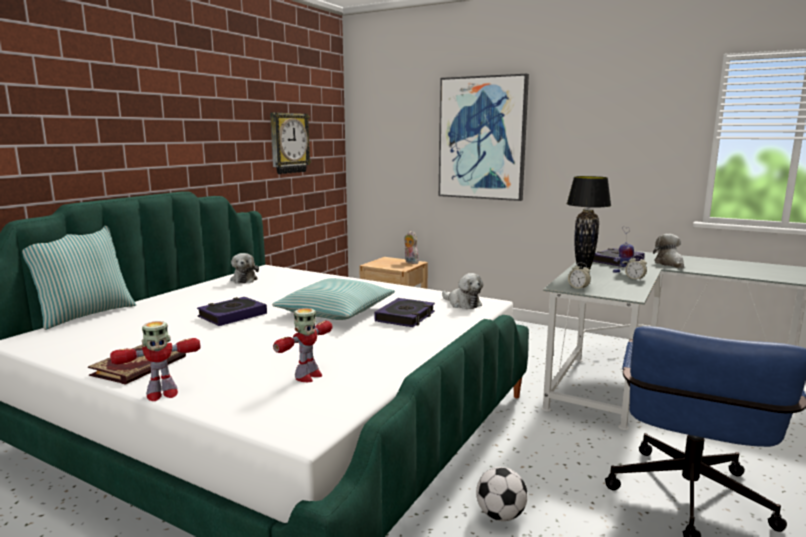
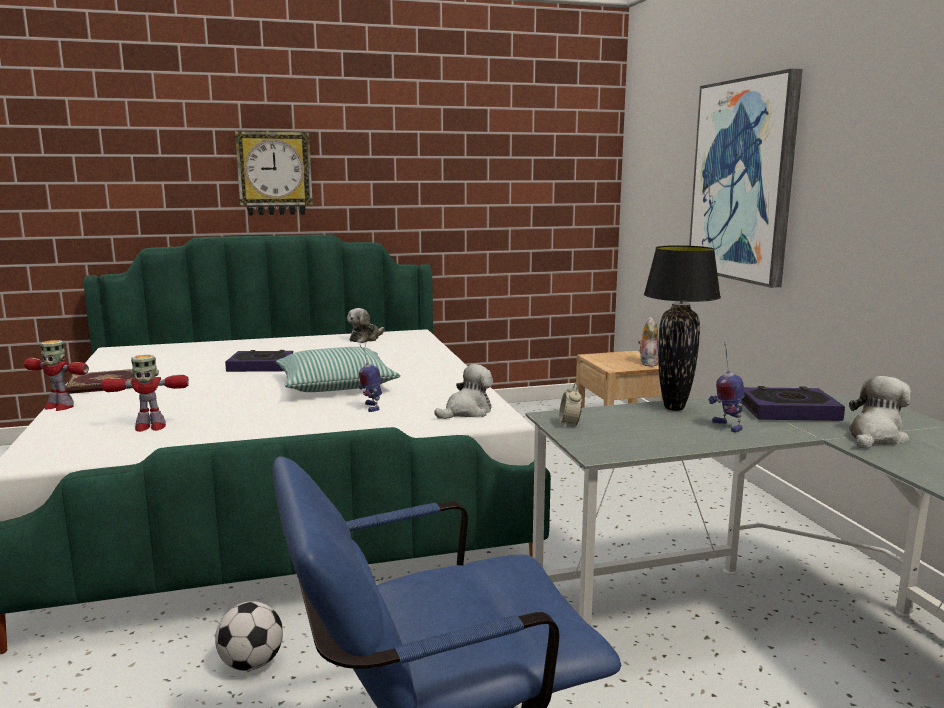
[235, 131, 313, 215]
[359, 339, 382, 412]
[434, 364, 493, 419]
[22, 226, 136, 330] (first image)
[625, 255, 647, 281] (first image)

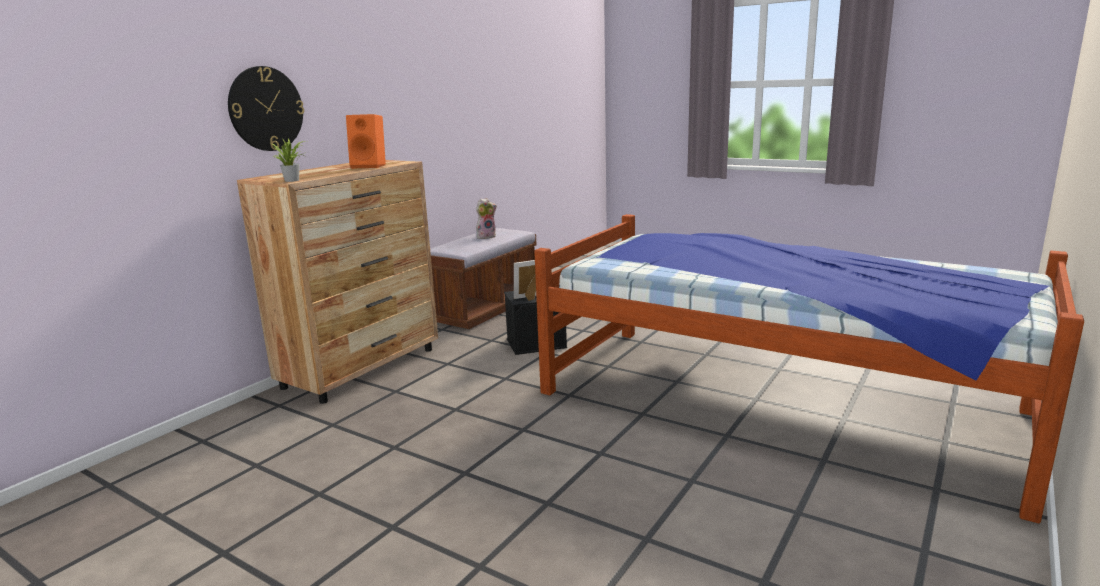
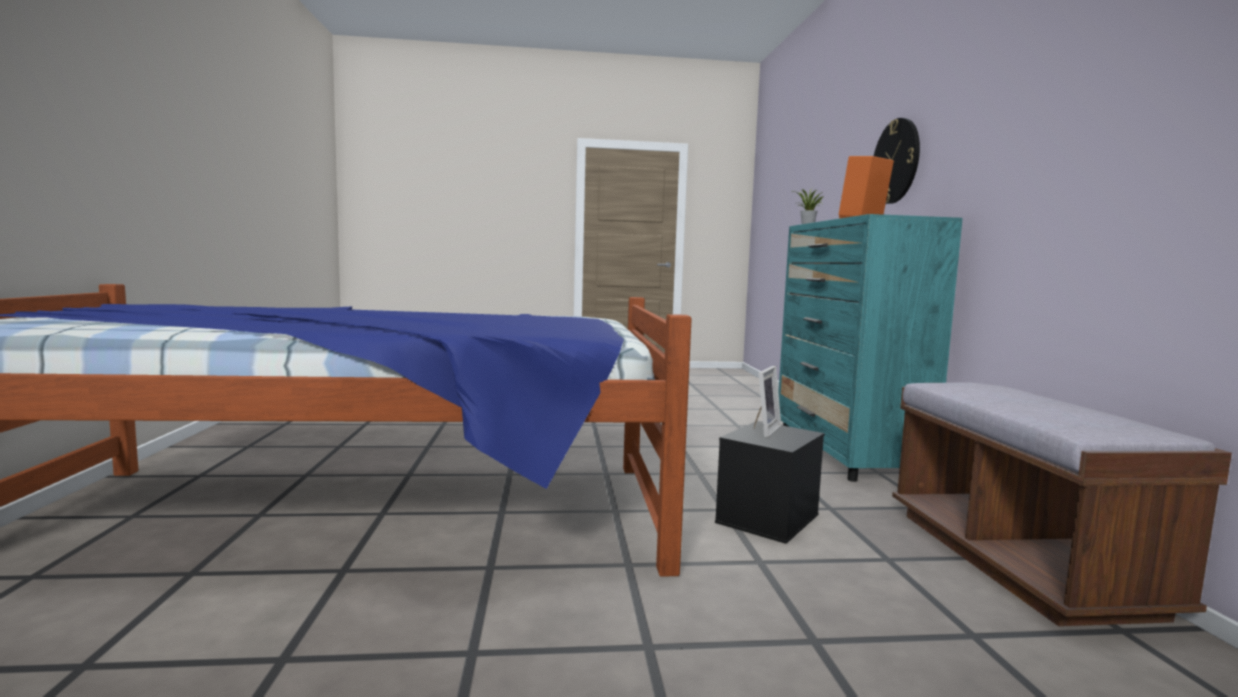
[778, 214, 962, 482]
[476, 198, 497, 239] (first image)

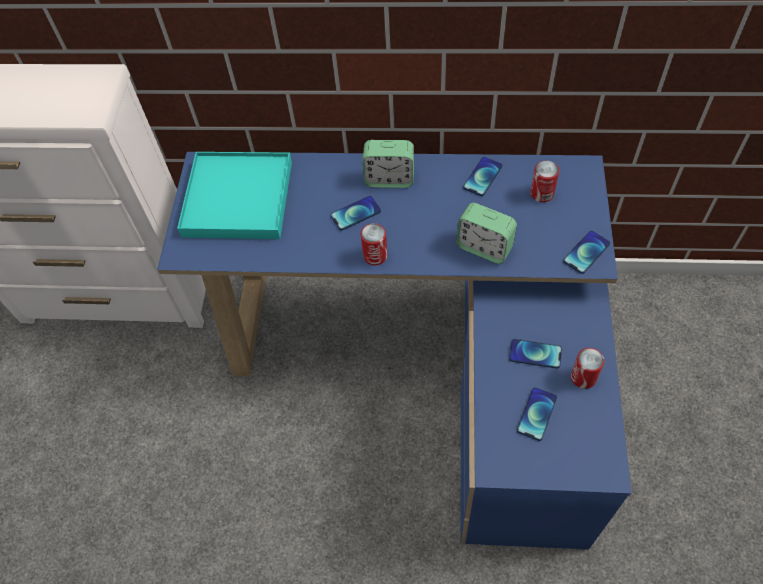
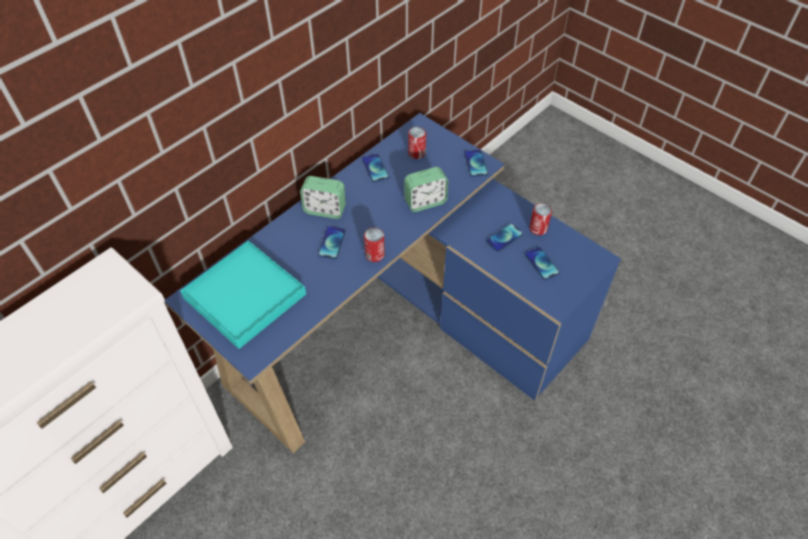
[300, 176, 346, 219]

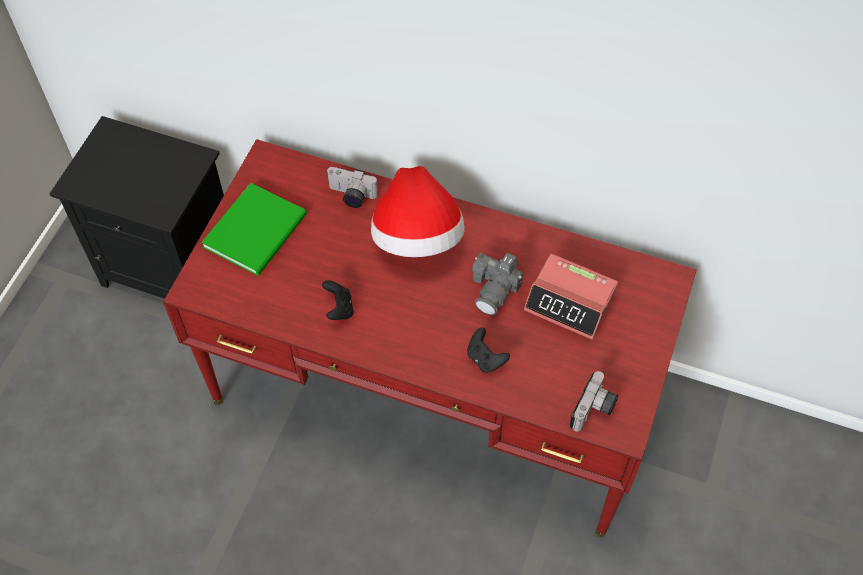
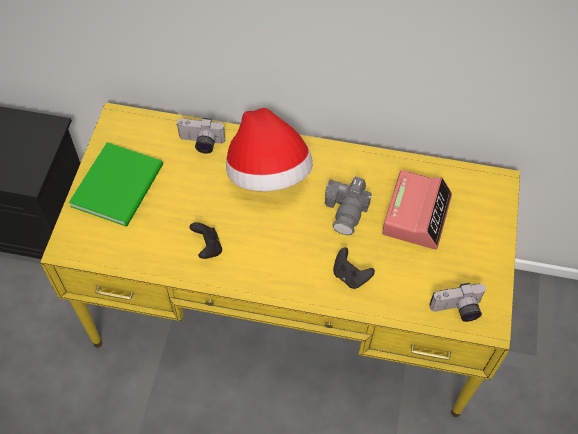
[40, 103, 520, 417]
[382, 170, 452, 249]
[430, 283, 487, 322]

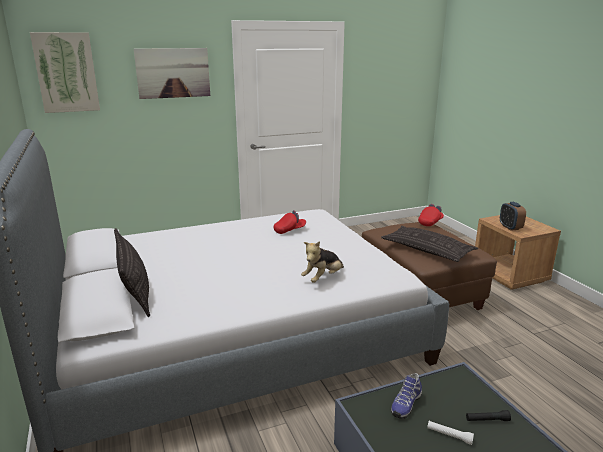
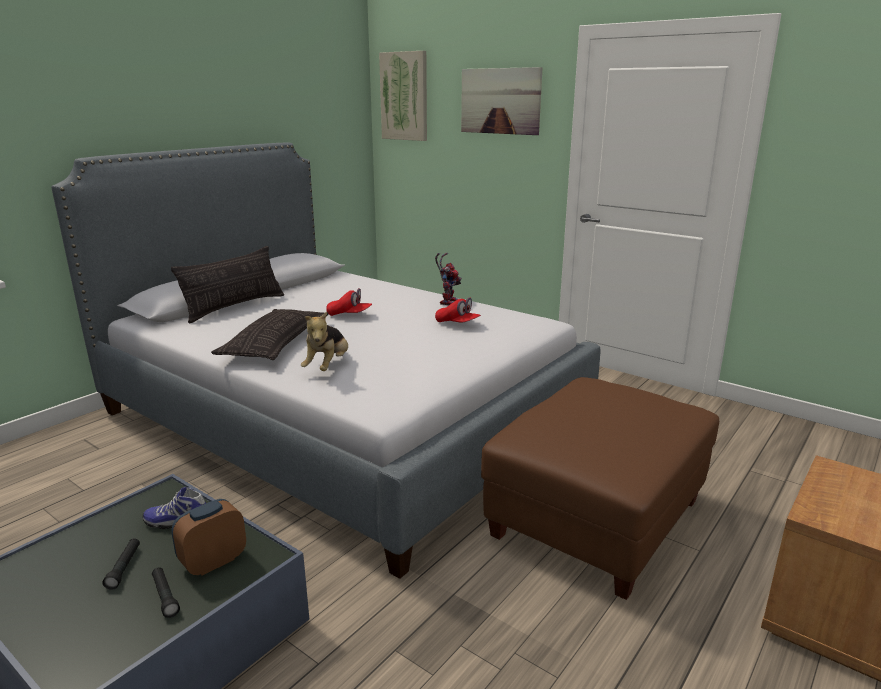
[102, 538, 140, 590]
[171, 499, 246, 575]
[211, 309, 328, 360]
[301, 312, 348, 371]
[326, 288, 372, 316]
[435, 253, 461, 305]

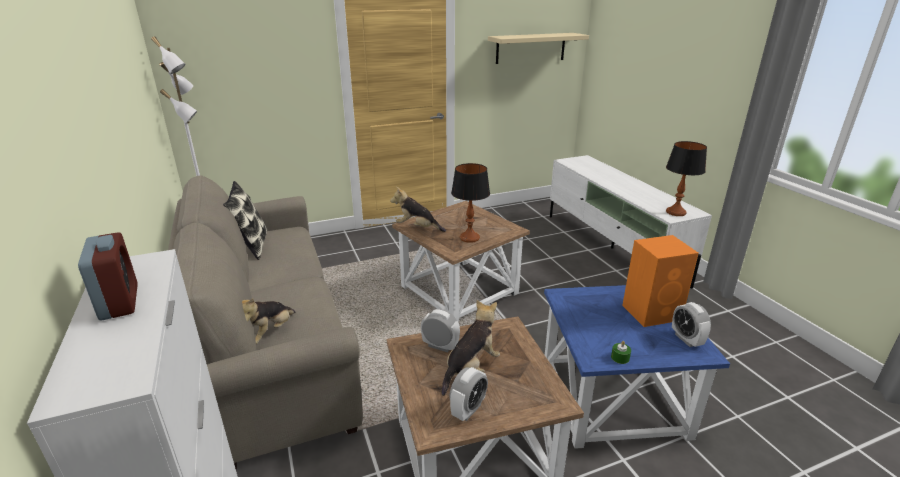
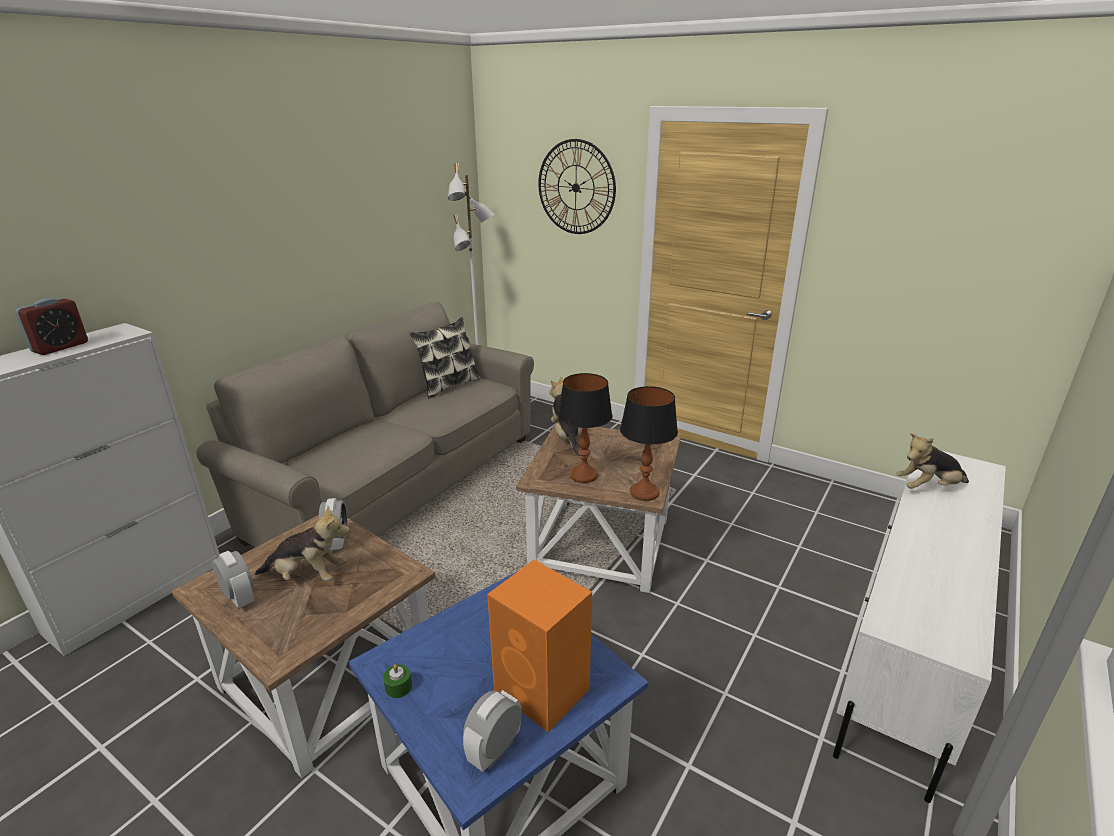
[212, 551, 254, 609]
[538, 139, 616, 234]
[620, 386, 678, 501]
[896, 433, 969, 489]
[488, 33, 589, 64] (first image)

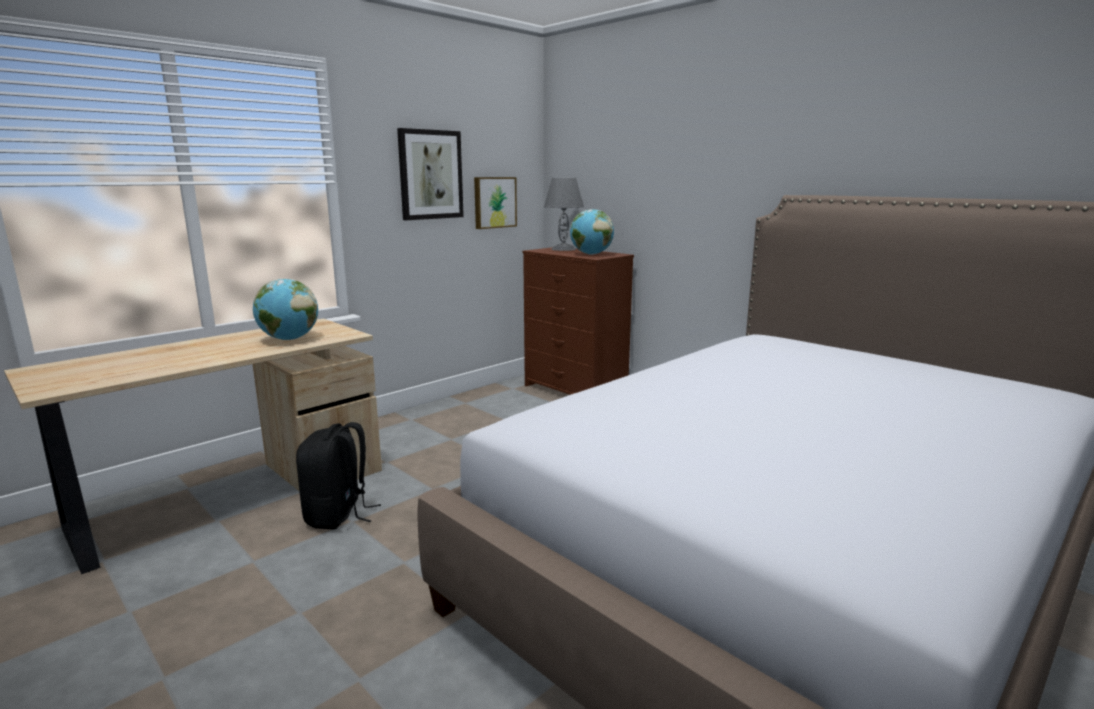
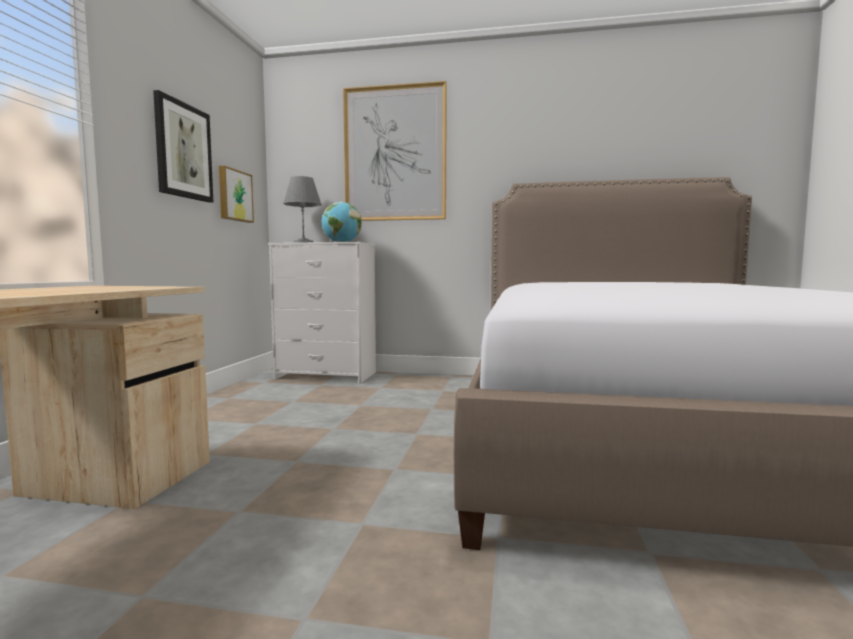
[268, 242, 376, 383]
[343, 81, 447, 221]
[253, 279, 318, 340] (first image)
[296, 422, 381, 529] (first image)

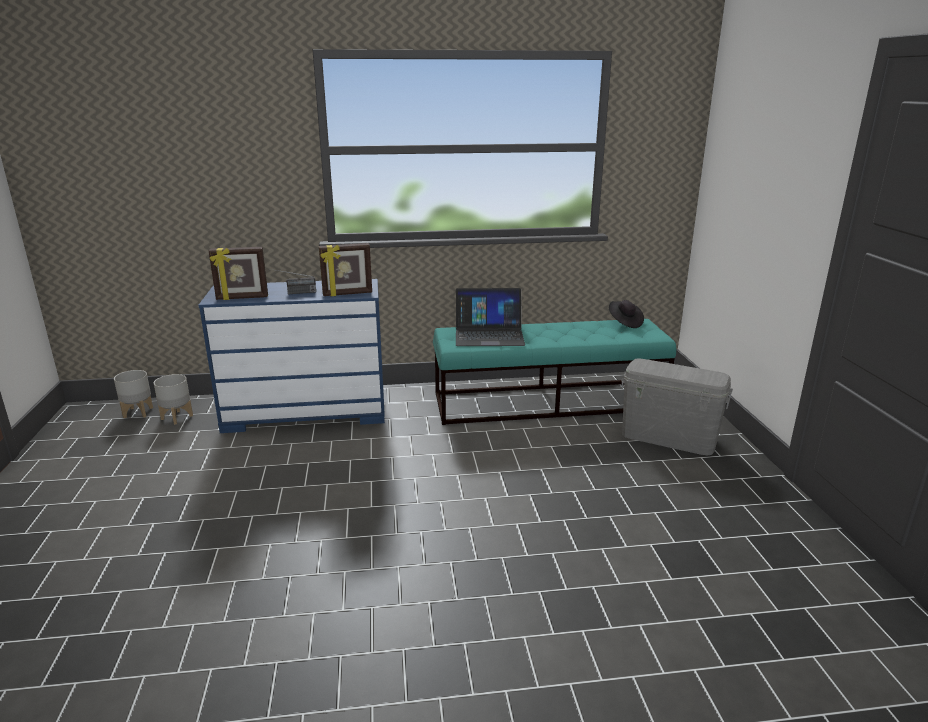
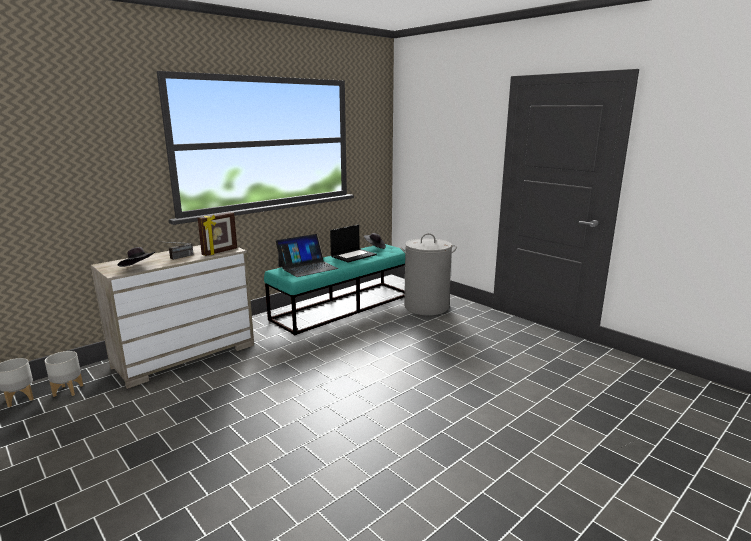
[91, 245, 254, 389]
[117, 247, 155, 267]
[330, 225, 377, 263]
[400, 233, 457, 315]

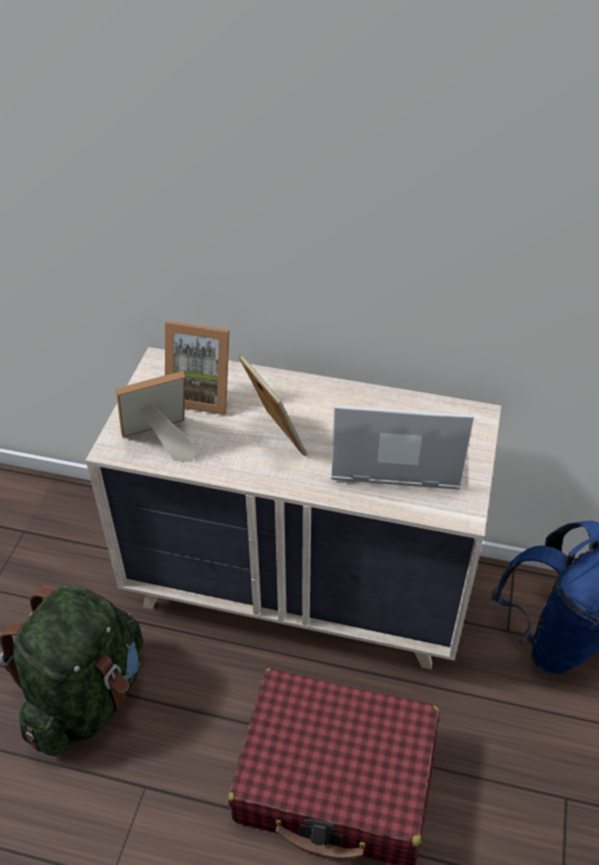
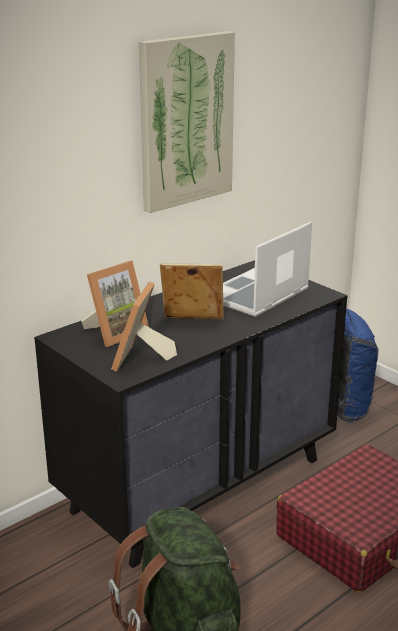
[34, 260, 348, 568]
[139, 31, 235, 213]

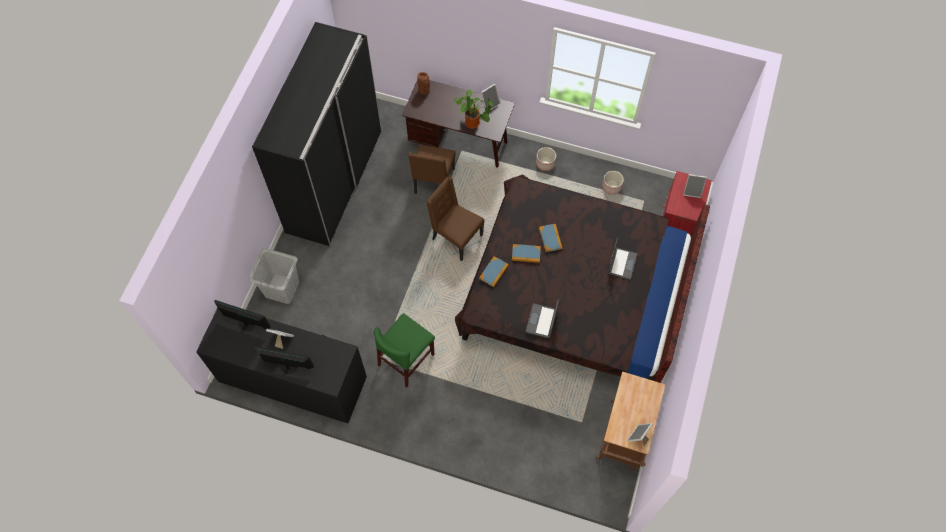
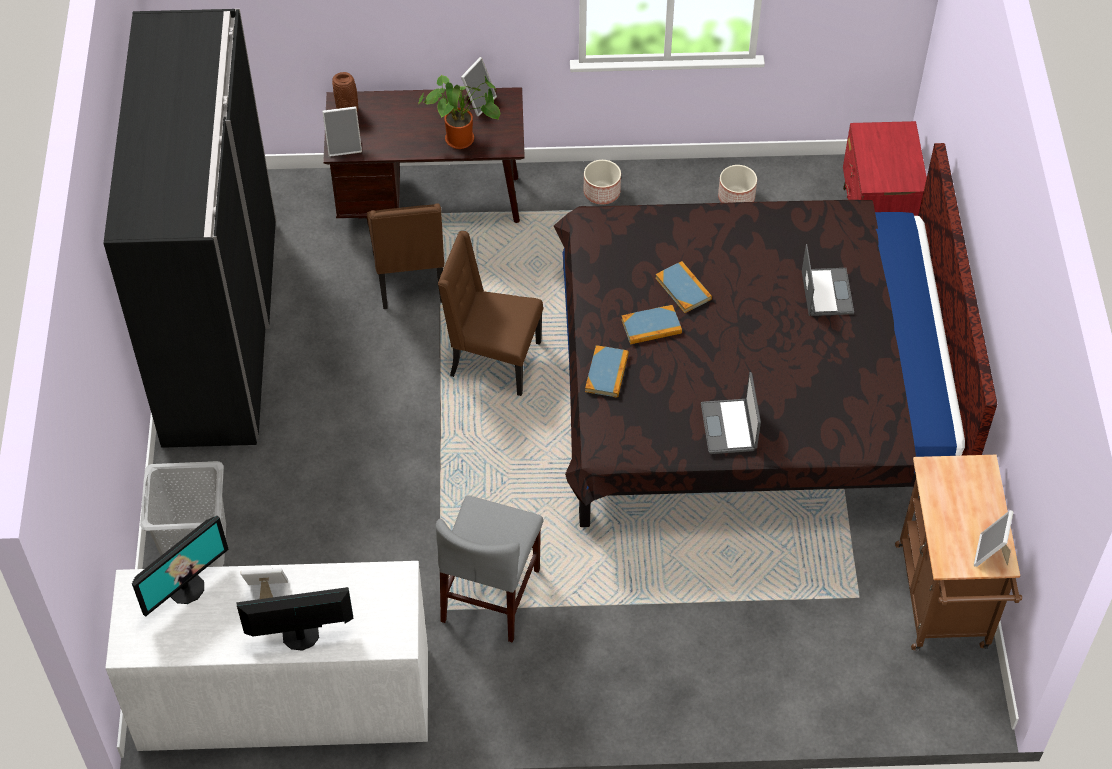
[106, 561, 428, 751]
[132, 516, 229, 617]
[323, 106, 362, 157]
[436, 496, 543, 643]

